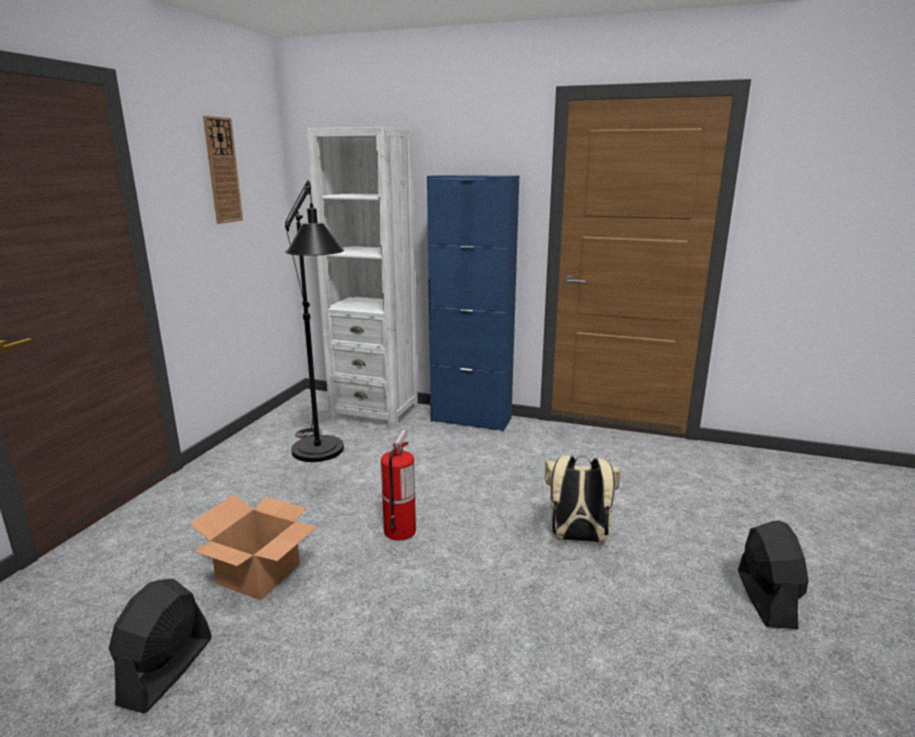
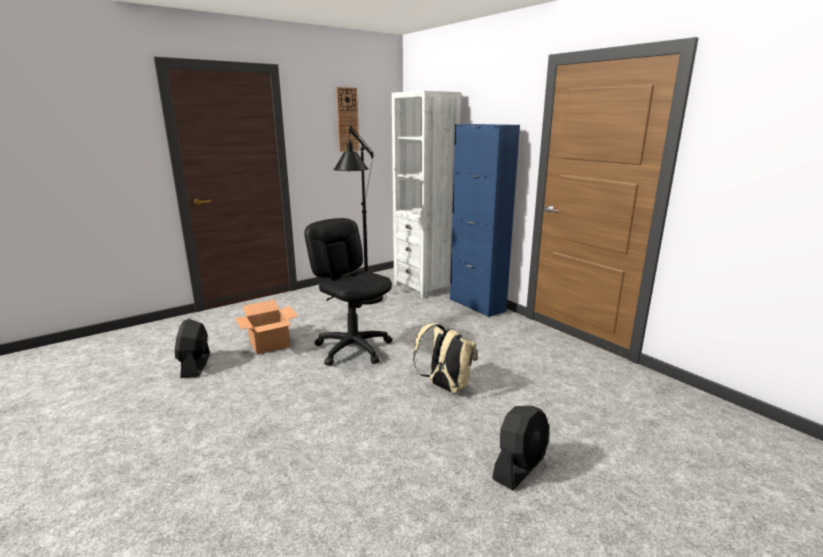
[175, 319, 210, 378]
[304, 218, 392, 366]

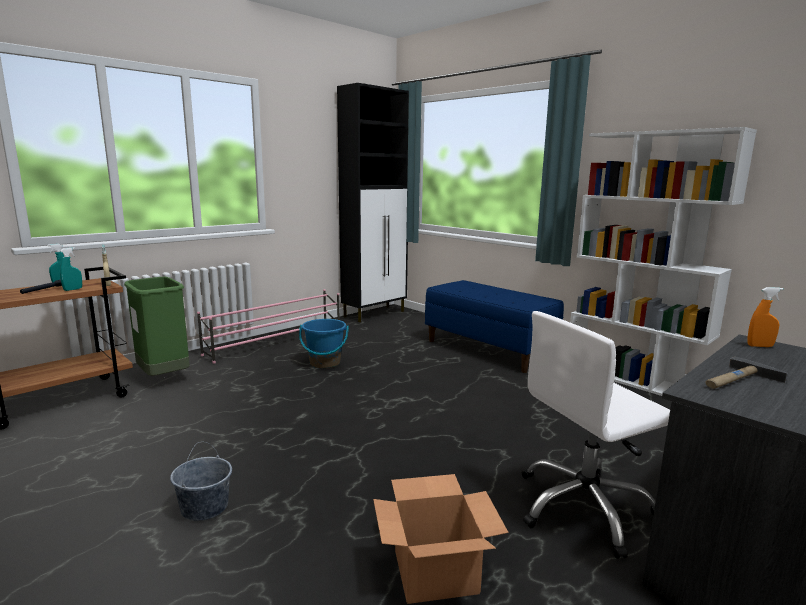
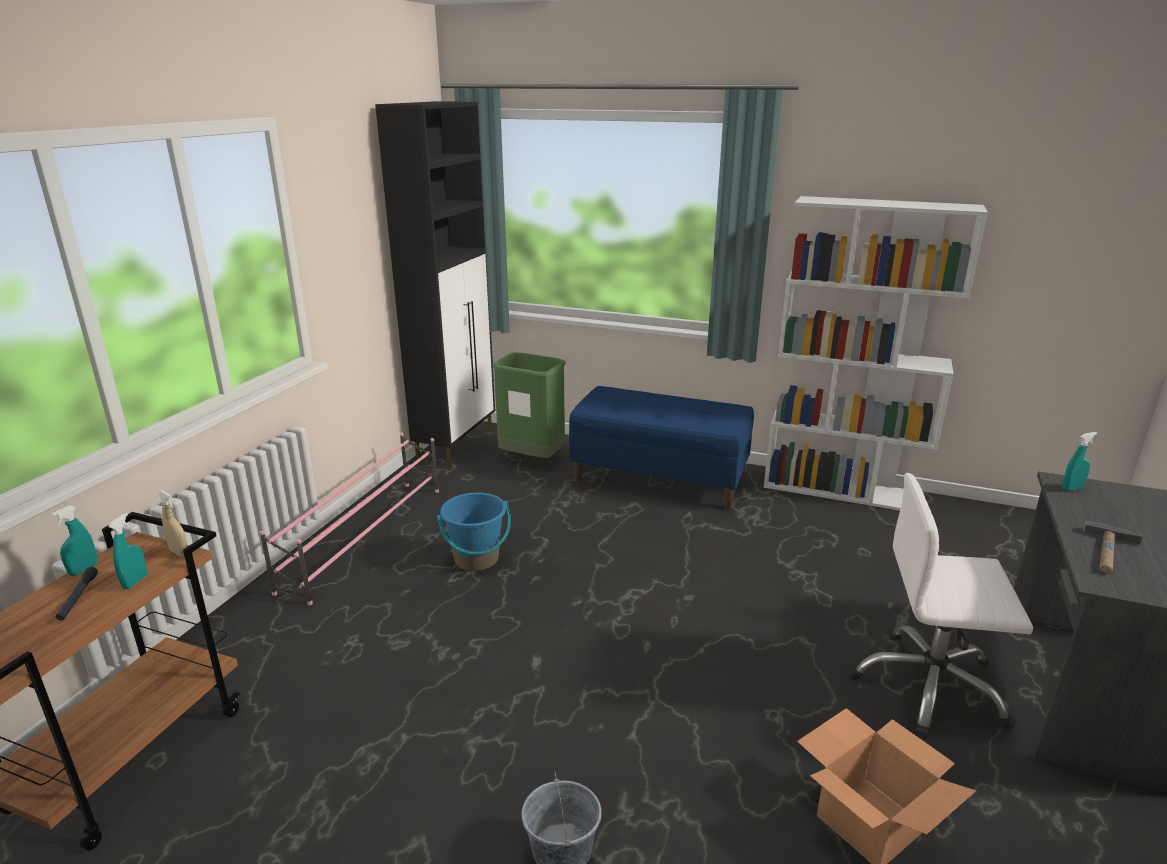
[492, 352, 566, 458]
[849, 473, 1033, 739]
[1062, 432, 1097, 491]

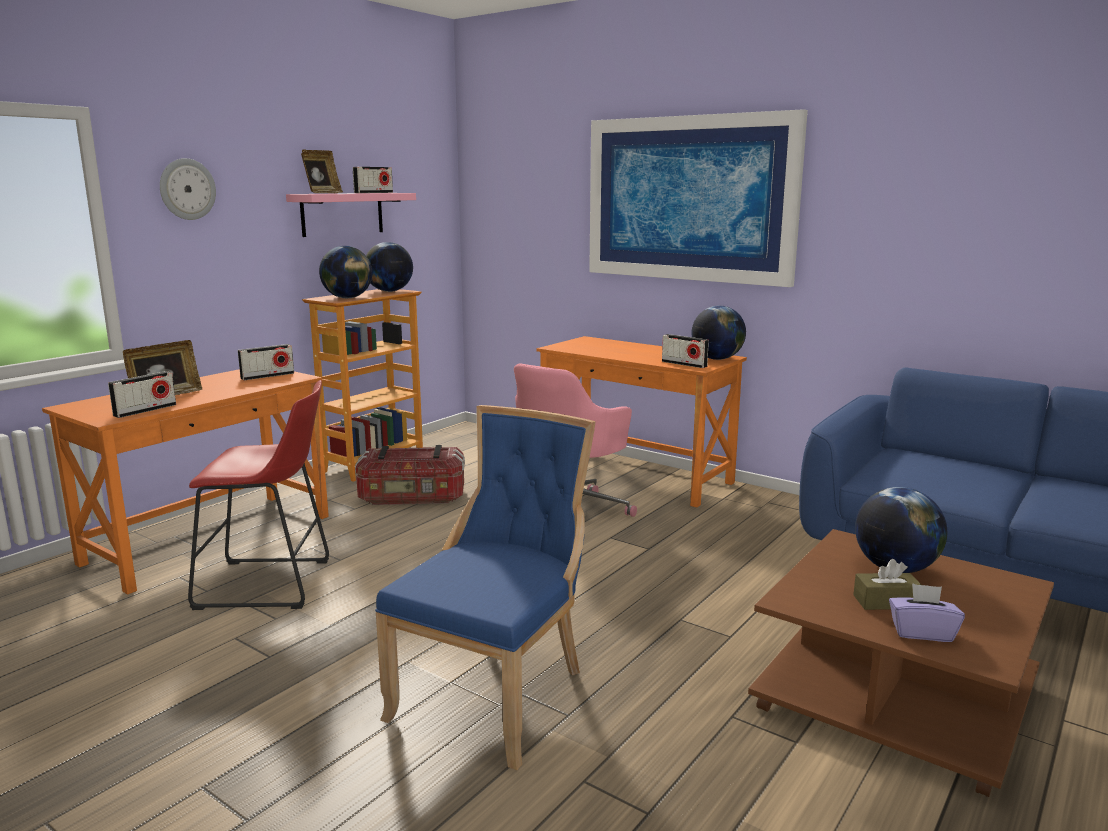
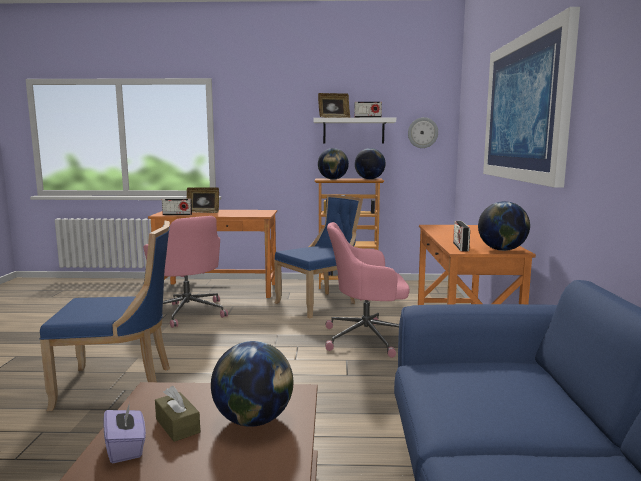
[143, 216, 228, 328]
[274, 194, 363, 318]
[313, 118, 396, 143]
[408, 117, 438, 148]
[238, 344, 294, 380] (first image)

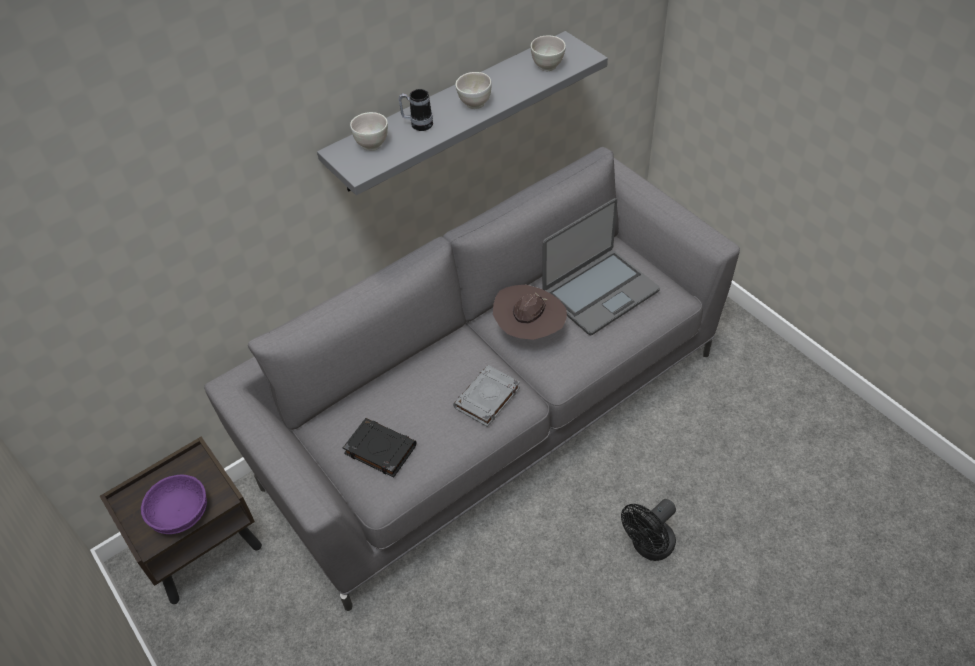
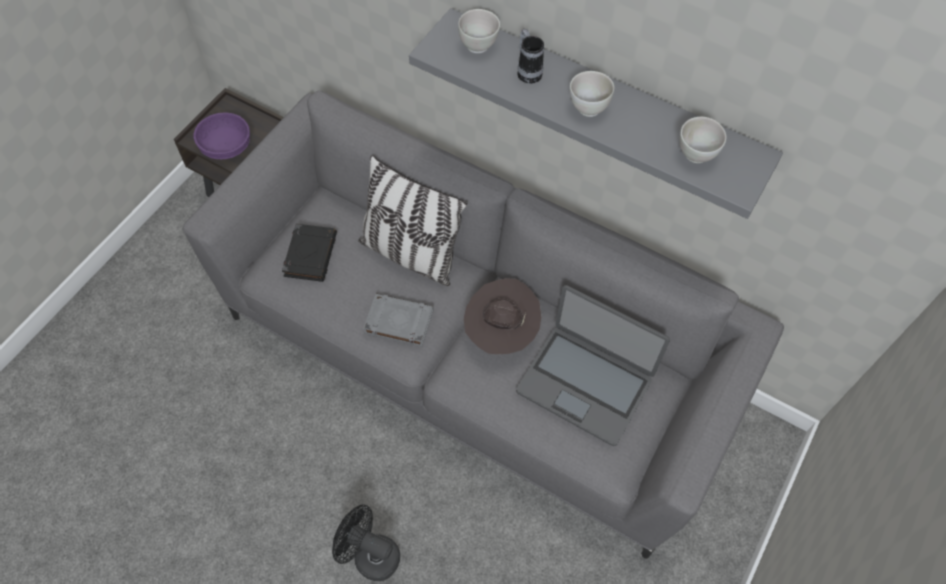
[358, 155, 467, 286]

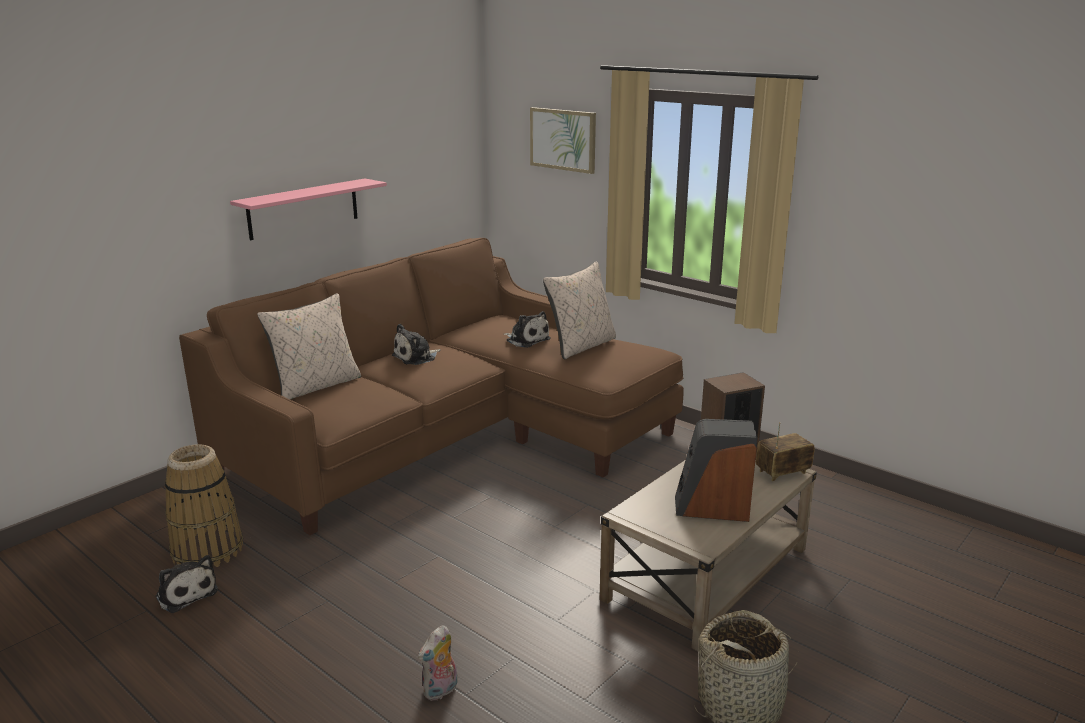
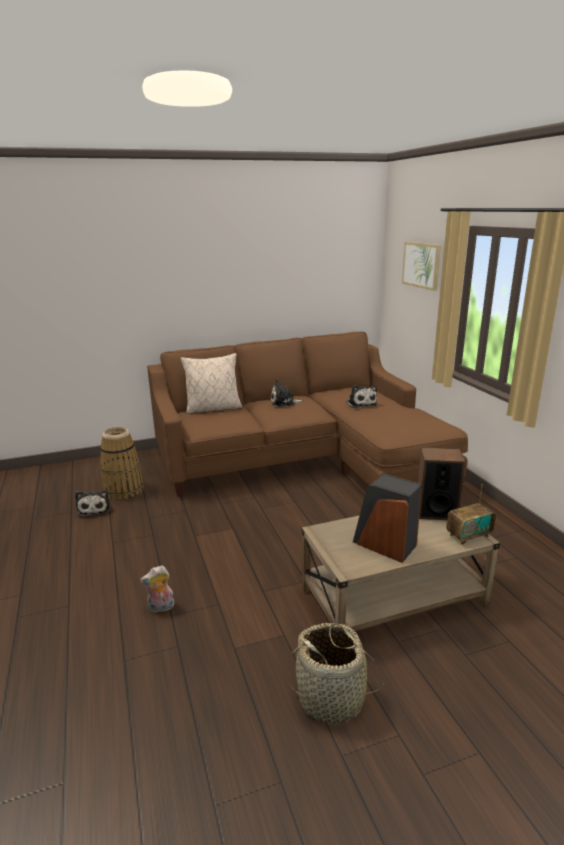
[446, 485, 496, 545]
[230, 179, 387, 240] (first image)
[543, 262, 616, 359] (first image)

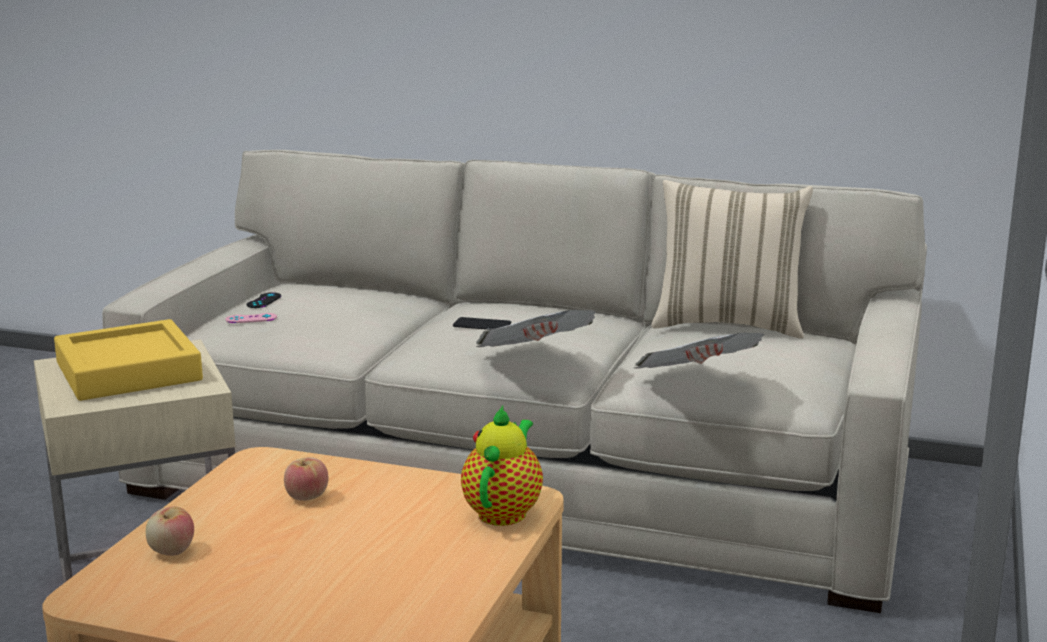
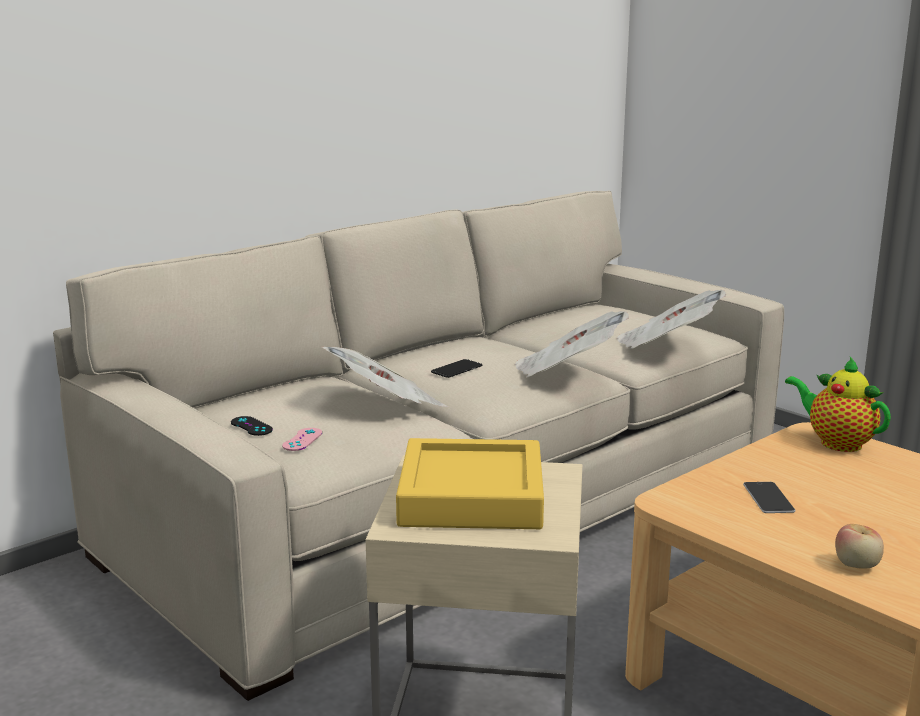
[322, 347, 449, 407]
[743, 482, 795, 513]
[651, 180, 813, 339] (first image)

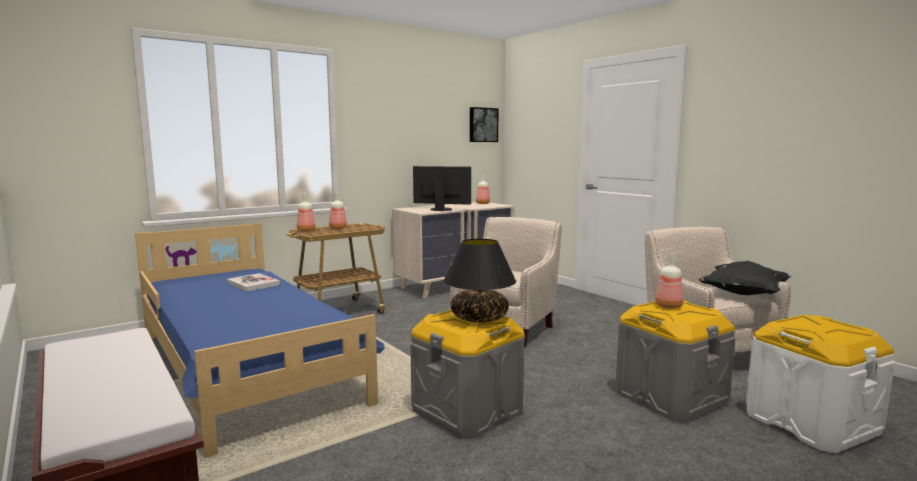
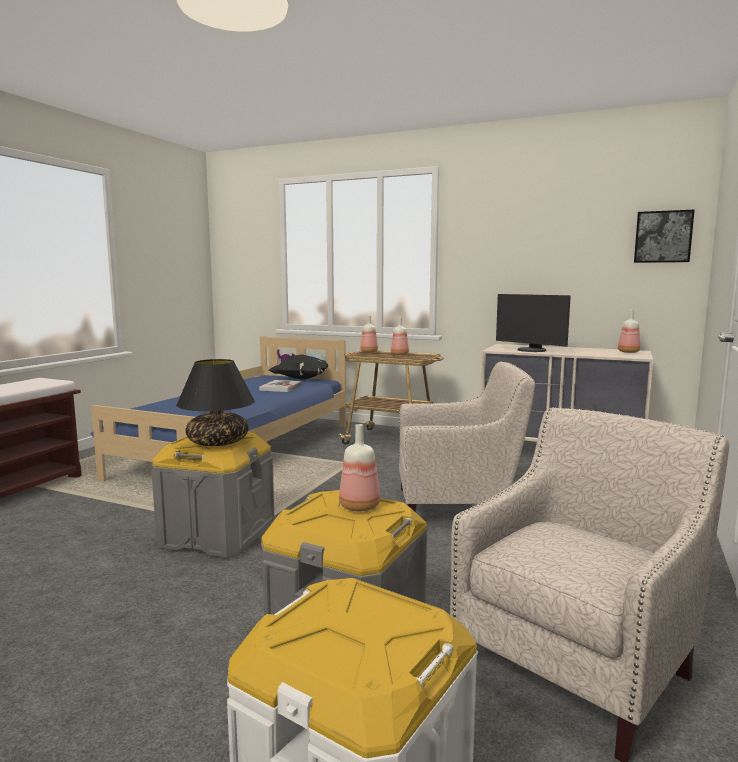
[269, 354, 329, 380]
[496, 294, 571, 352]

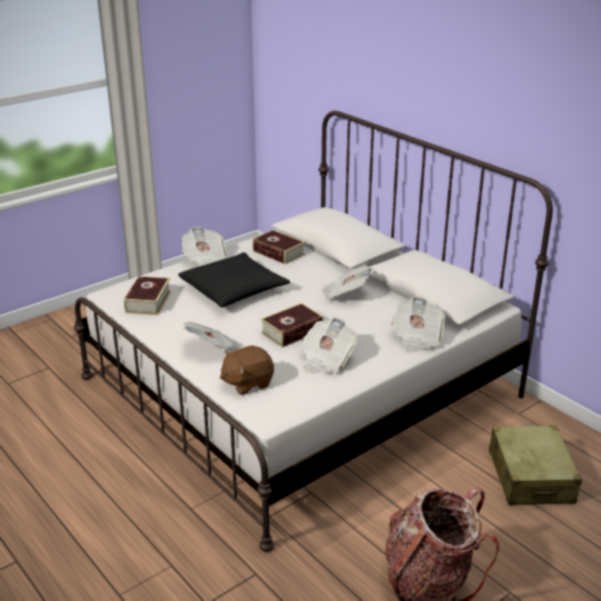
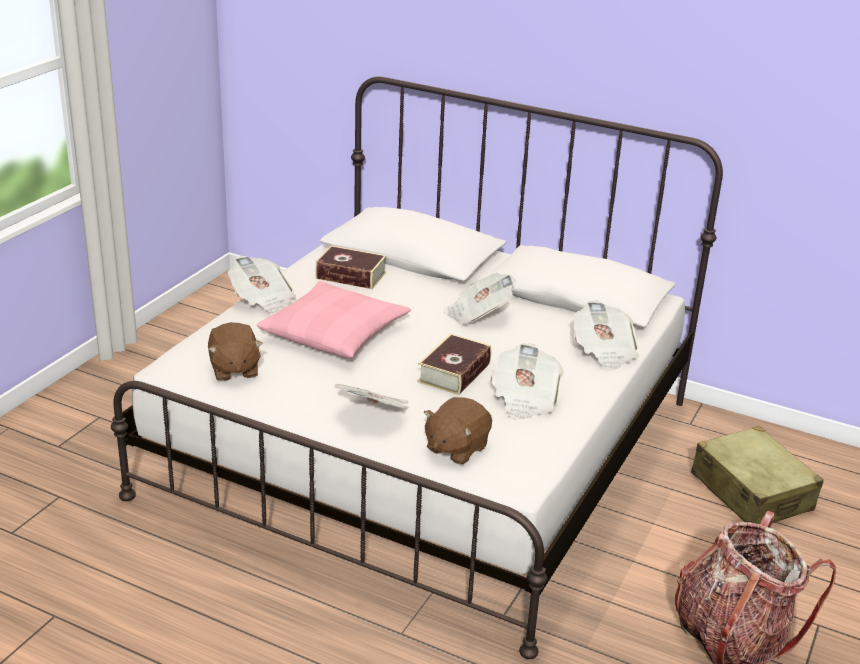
[208, 322, 263, 381]
[257, 281, 411, 358]

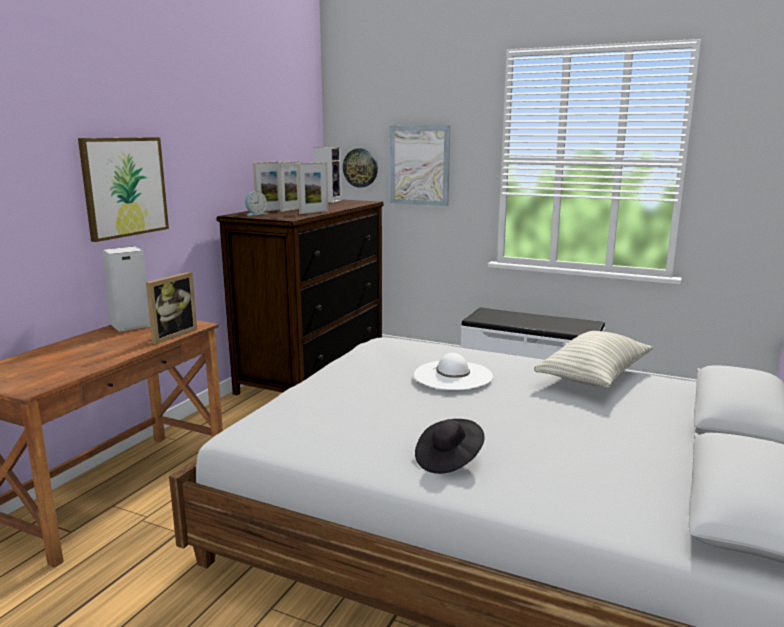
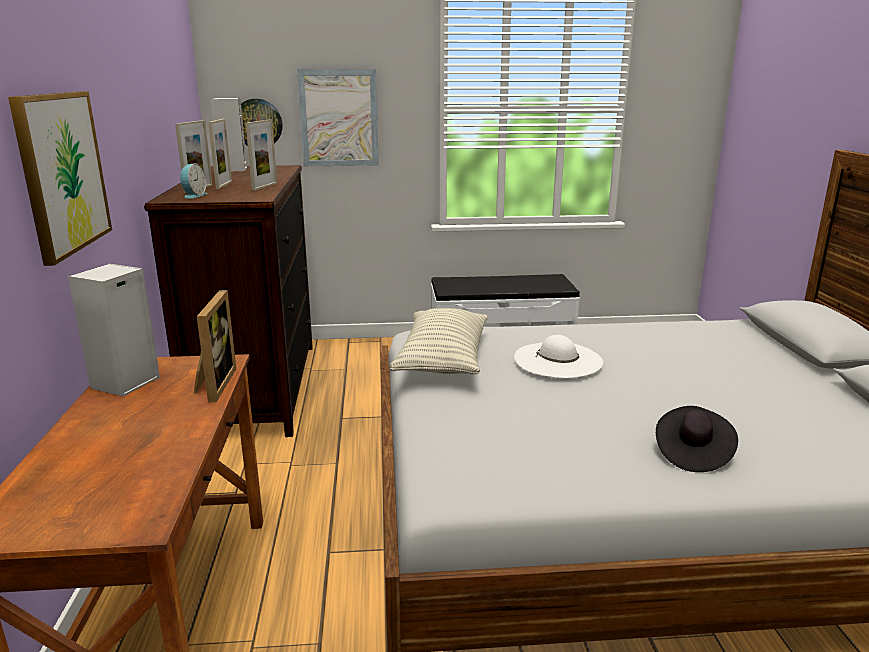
[390, 308, 488, 374]

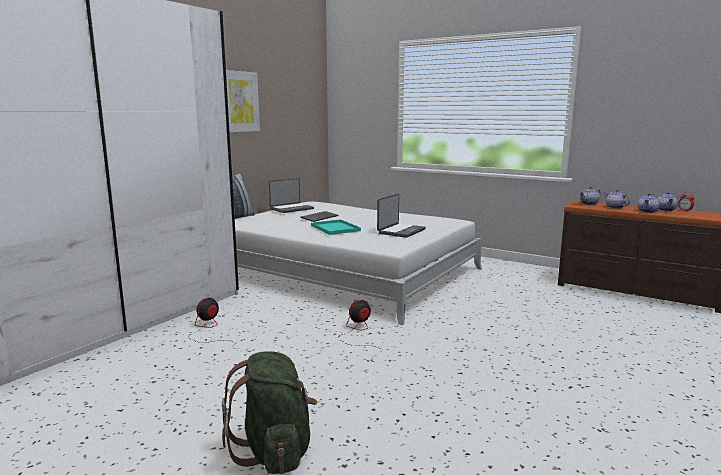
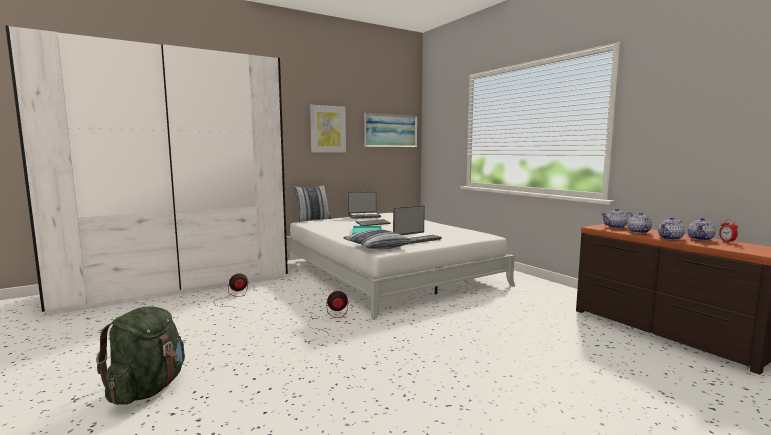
[343, 229, 412, 249]
[364, 113, 418, 148]

